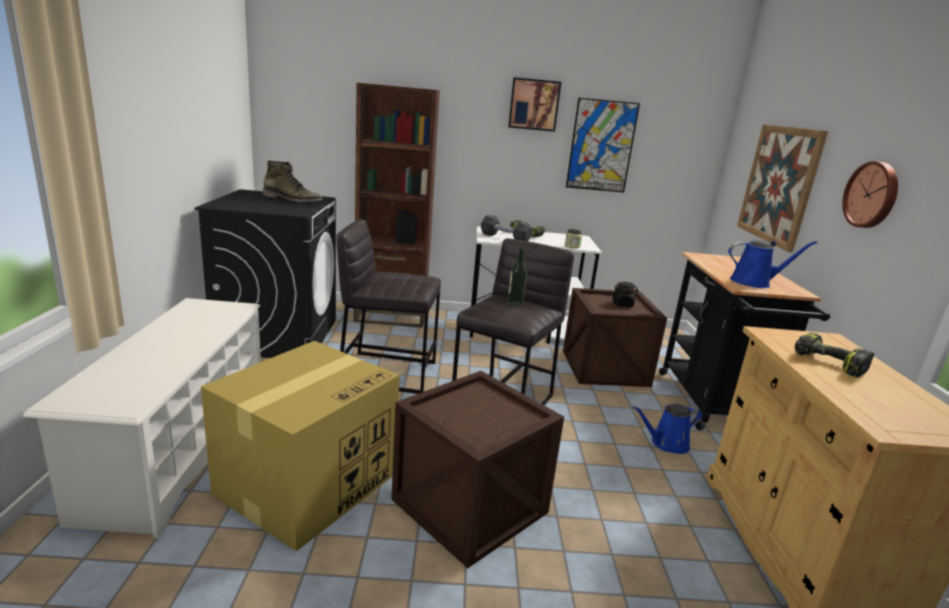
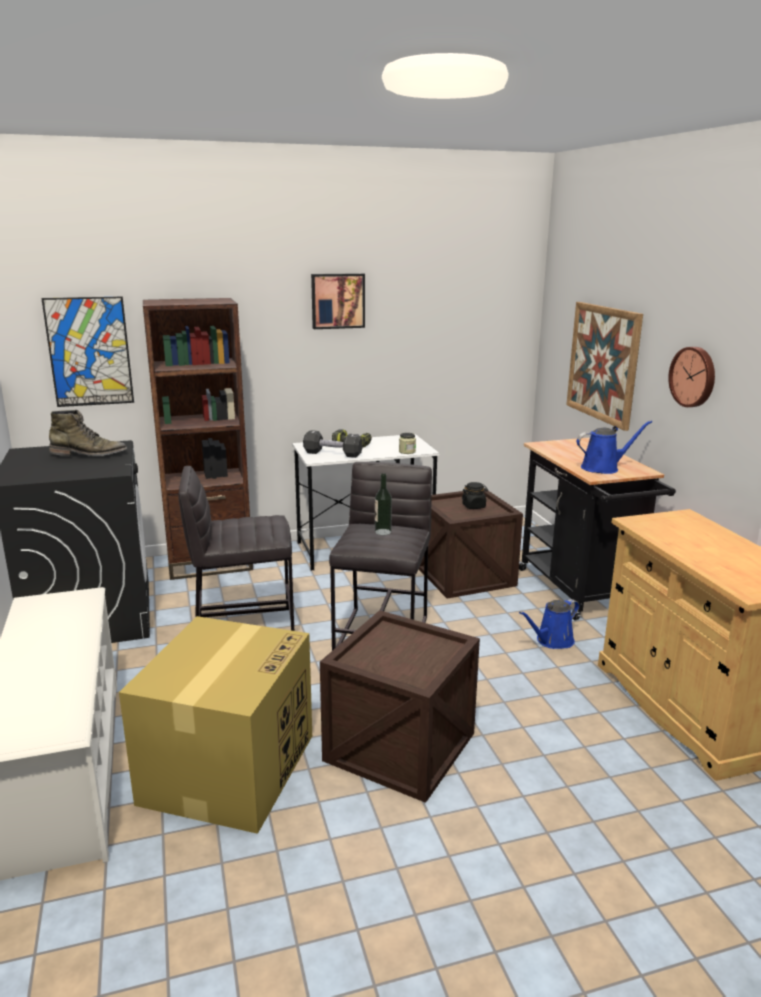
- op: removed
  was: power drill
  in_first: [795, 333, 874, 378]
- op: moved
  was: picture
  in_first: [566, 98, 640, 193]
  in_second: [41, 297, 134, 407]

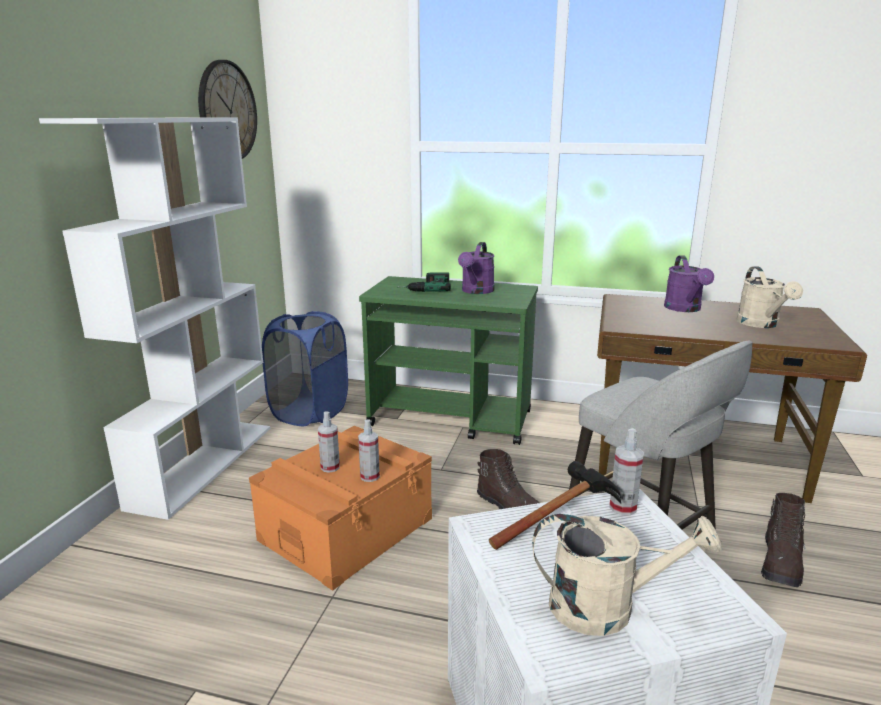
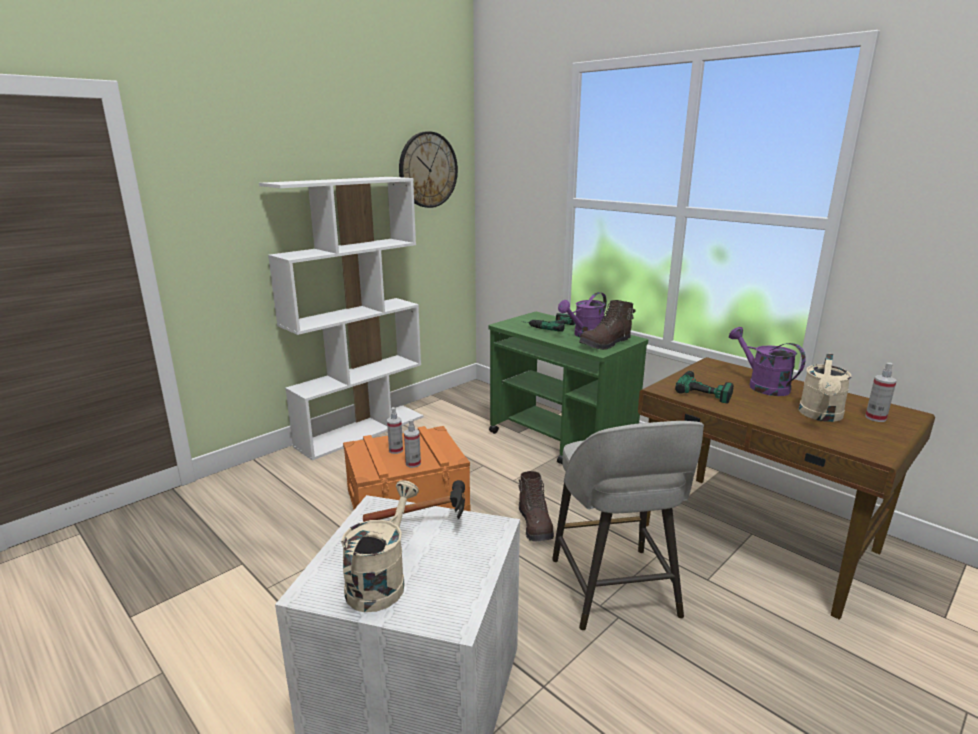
- op: removed
  was: hamper in blue-coloured
  in_first: [262, 311, 348, 426]
- op: added
  now: power drill
  in_second: [675, 371, 734, 403]
- op: moved
  was: sprayer
  in_first: [609, 428, 644, 515]
  in_second: [865, 363, 897, 422]
- op: moved
  was: tall boot in brown
  in_first: [761, 493, 805, 587]
  in_second: [579, 300, 636, 350]
- op: turned
  was: watering can in beige-coloured
  in_first: [532, 514, 722, 636]
  in_second: [341, 480, 419, 612]
  clockwise: -105
- op: turned
  was: watering can in purple-coloured
  in_first: [664, 256, 714, 312]
  in_second: [729, 327, 806, 396]
  clockwise: 120

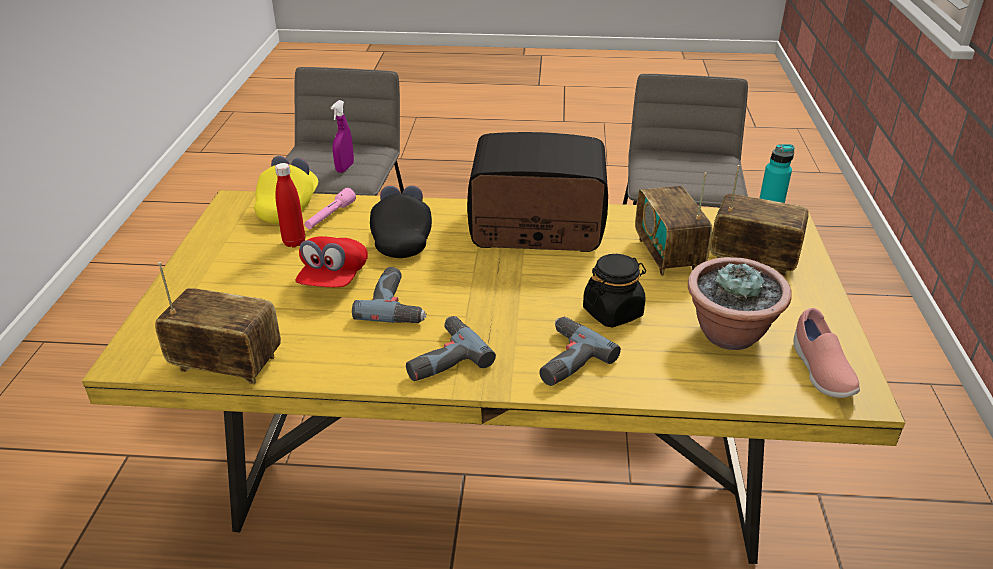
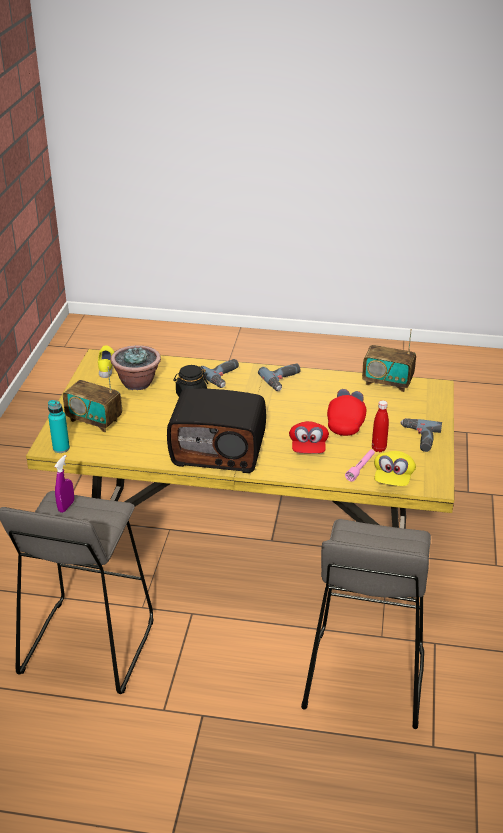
- op: removed
  was: radio set
  in_first: [635, 172, 713, 276]
- op: moved
  was: sprayer in purple-coloured
  in_first: [331, 100, 354, 173]
  in_second: [55, 455, 74, 513]
- op: moved
  was: power drill
  in_first: [352, 267, 427, 323]
  in_second: [400, 418, 442, 452]
- op: recoloured
  was: cap in black-coloured
  now: cap in red-coloured
  in_first: [370, 185, 432, 258]
  in_second: [289, 421, 329, 453]
- op: recoloured
  was: item of footwear in pinkish
  now: item of footwear in yellow-coloured
  in_first: [794, 308, 860, 398]
  in_second: [98, 345, 114, 378]

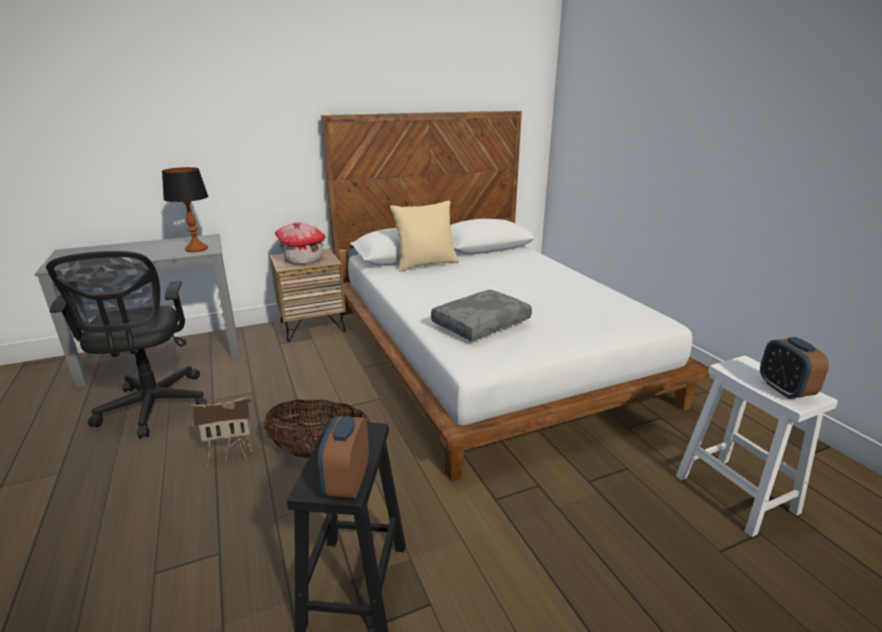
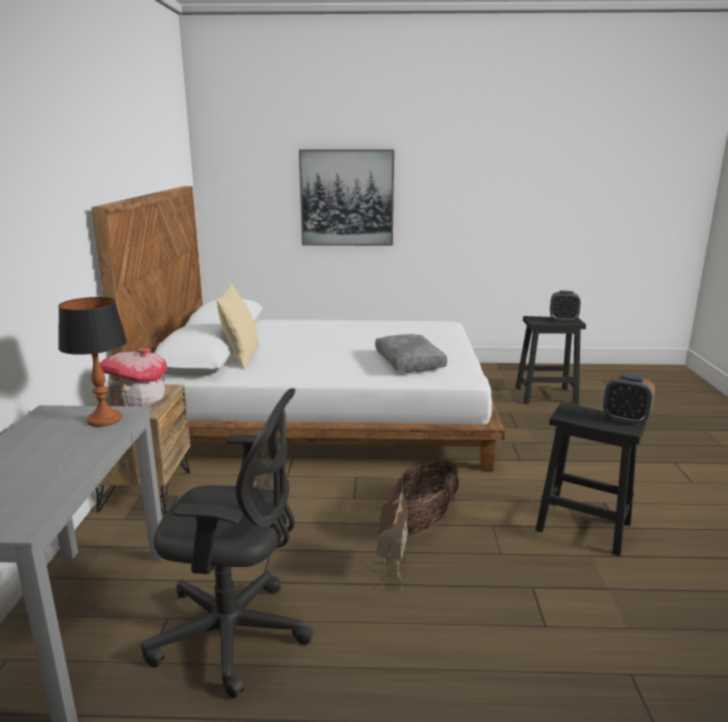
- op: added
  now: picture
  in_second: [299, 150, 394, 246]
- op: recoloured
  was: stool seat in white-coloured
  now: stool seat in black-coloured
  in_first: [676, 356, 838, 537]
  in_second: [515, 316, 586, 404]

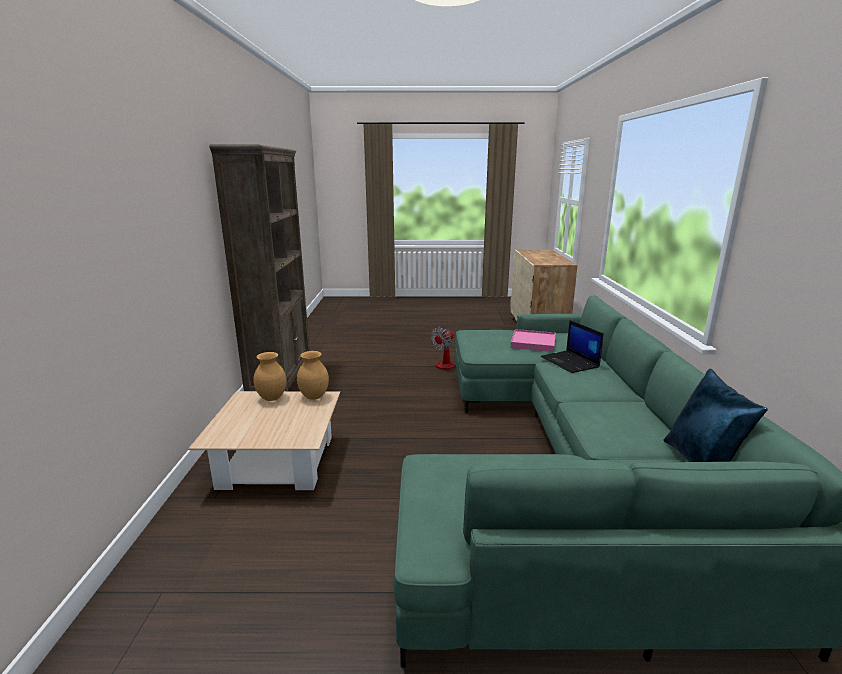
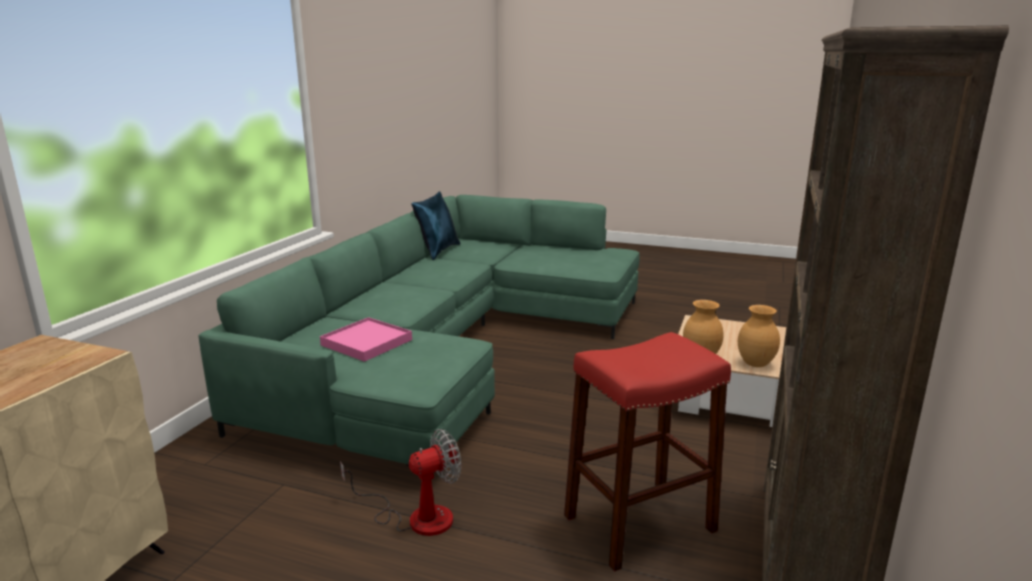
- op: removed
  was: notebook computer
  in_first: [540, 320, 604, 373]
- op: added
  now: stool seat in red-coloured
  in_second: [564, 332, 731, 572]

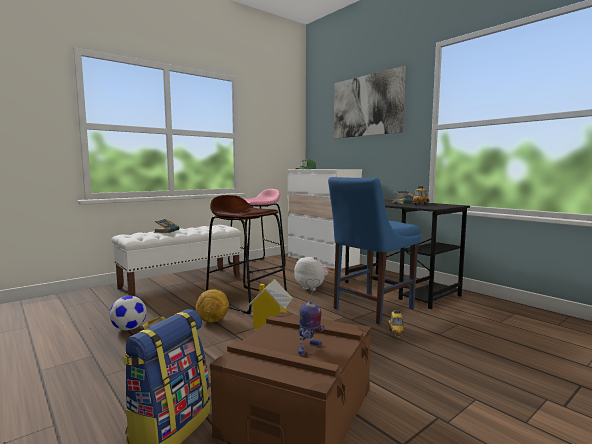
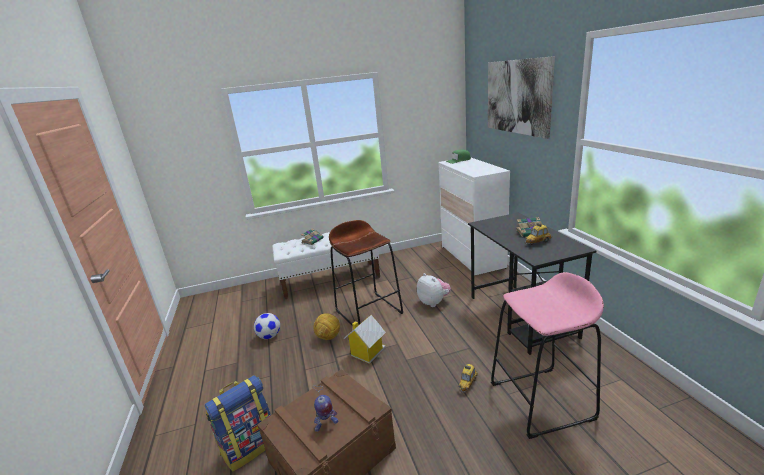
- op: removed
  was: chair in blue-coloured
  in_first: [328, 177, 421, 325]
- op: moved
  was: stool seat in pinkish
  in_first: [228, 189, 286, 273]
  in_second: [491, 272, 604, 439]

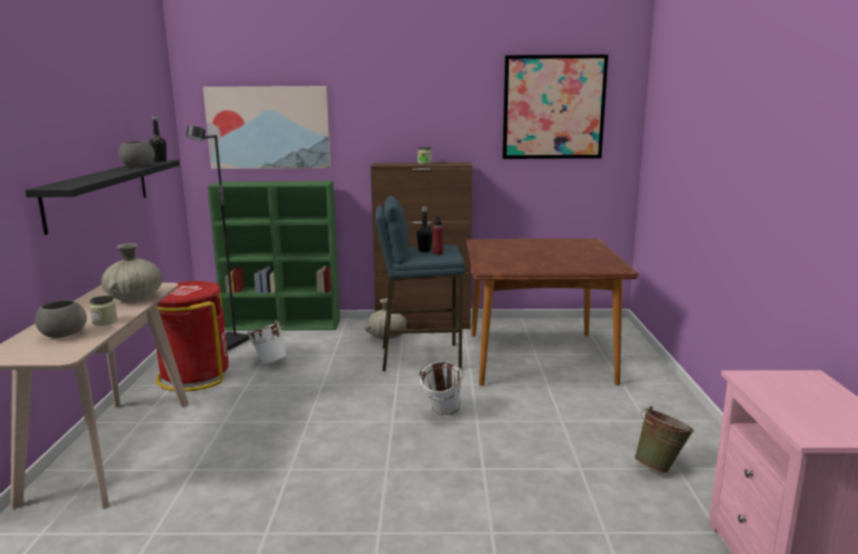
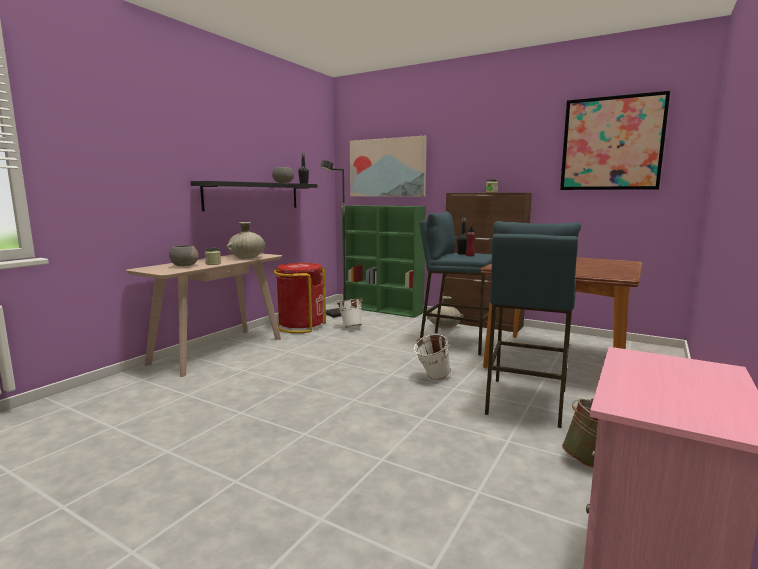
- op: added
  now: stool seat in blue-coloured
  in_second: [485, 221, 581, 428]

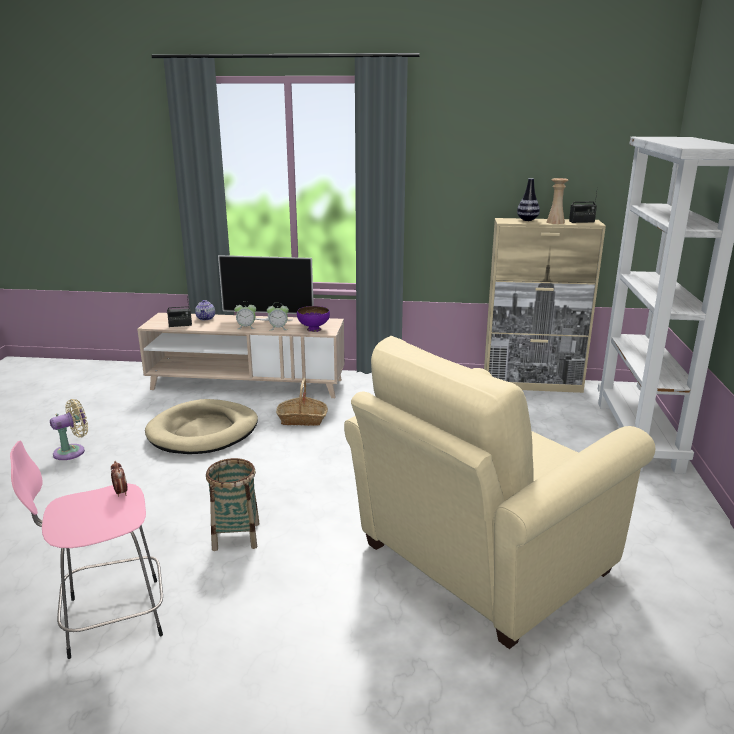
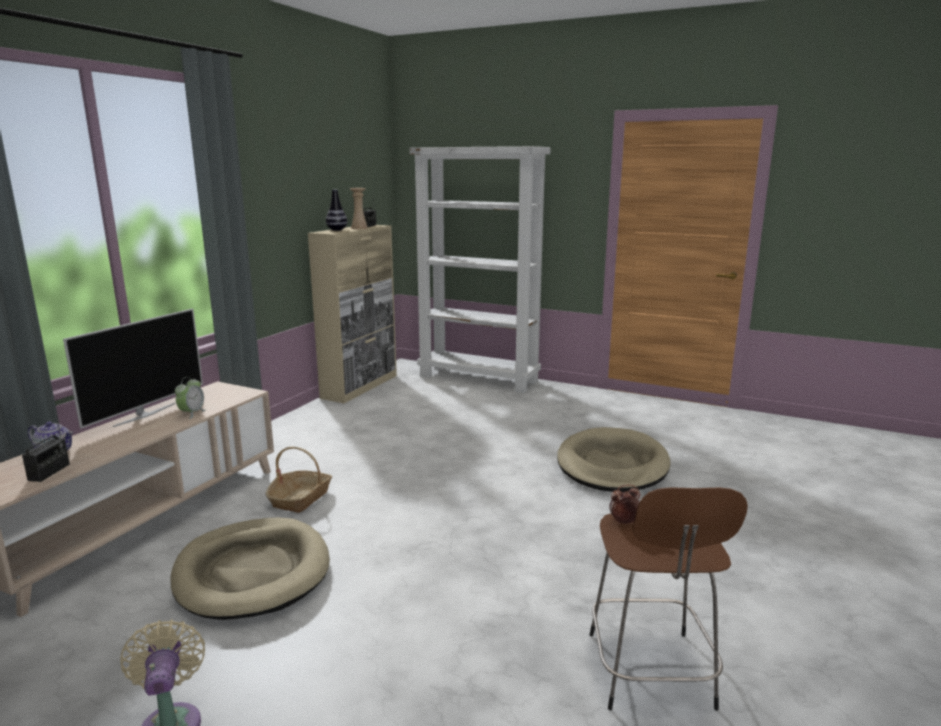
- op: removed
  was: basket
  in_first: [206, 458, 260, 551]
- op: removed
  was: table clock
  in_first: [234, 301, 256, 329]
- op: removed
  was: deep dish in purple-coloured
  in_first: [297, 306, 330, 332]
- op: replaced
  was: easy chair in beige-coloured
  now: dog cushion in beige-coloured
  in_first: [344, 336, 655, 649]
  in_second: [557, 427, 671, 492]
- op: recoloured
  was: stool seat in pinkish
  now: stool seat in brown
  in_first: [10, 441, 163, 659]
  in_second: [590, 487, 748, 710]

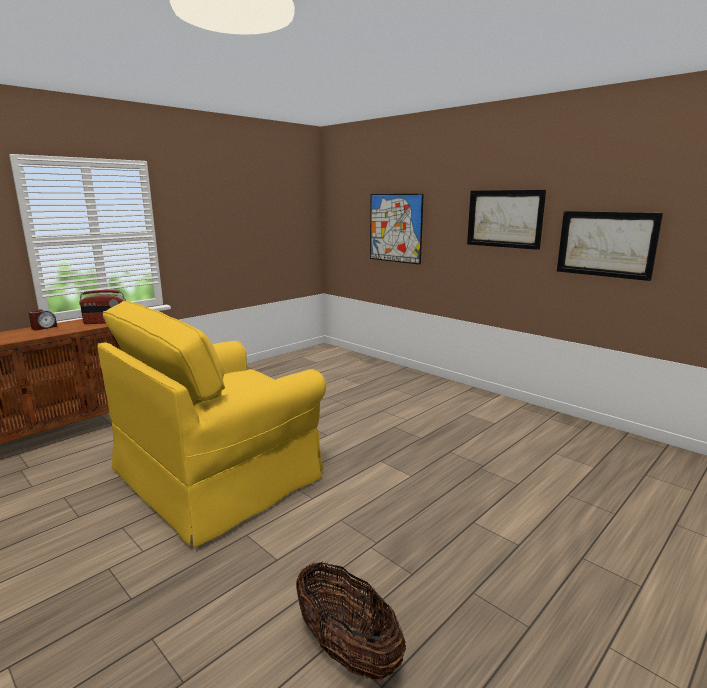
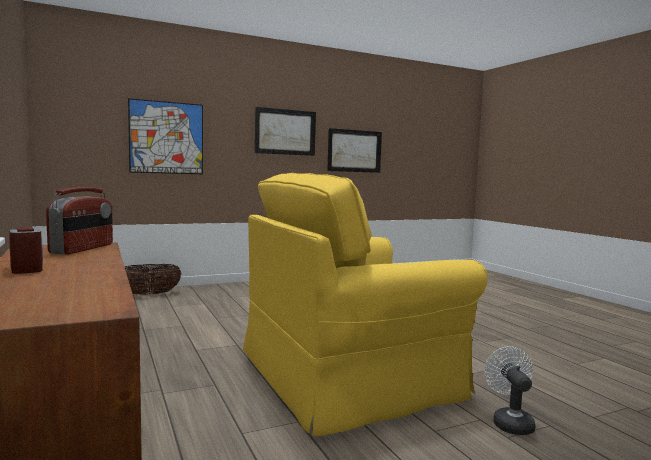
- op: added
  now: fan in white-coloured
  in_second: [484, 346, 536, 435]
- op: moved
  was: basket
  in_first: [296, 562, 406, 681]
  in_second: [125, 264, 182, 295]
- op: turned
  was: easy chair in yellow-coloured
  in_first: [97, 300, 326, 547]
  in_second: [243, 173, 488, 436]
  clockwise: 90

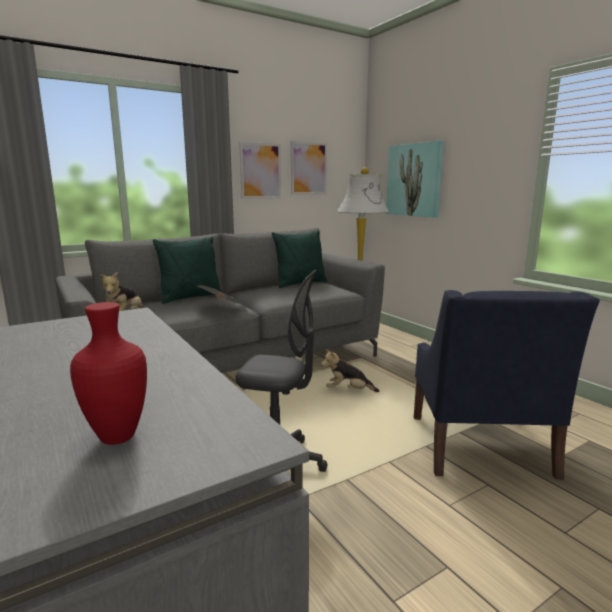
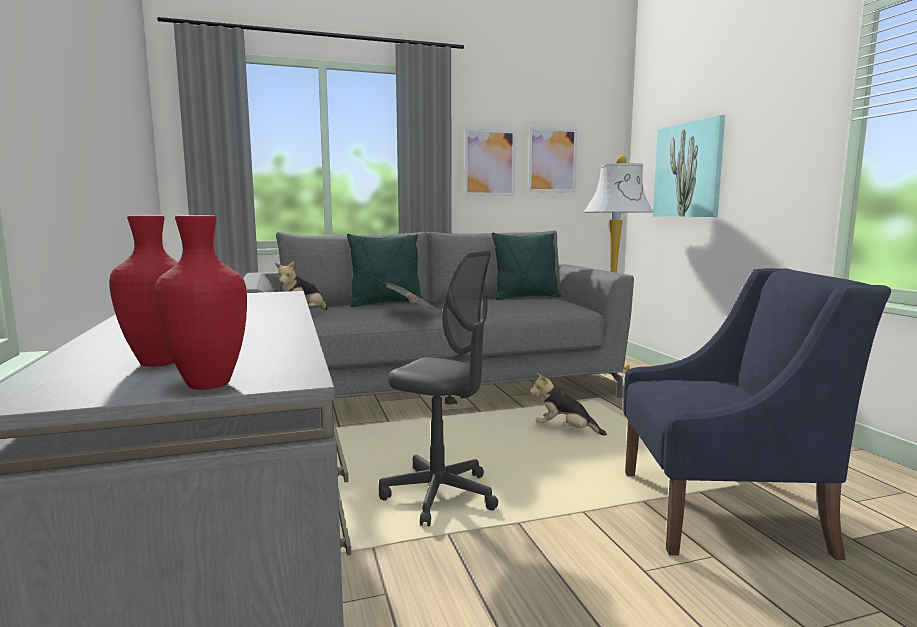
- op: added
  now: flower vase in red-coloured
  in_second: [154, 215, 247, 390]
- op: turned
  was: easy chair in blue-coloured
  in_first: [414, 290, 600, 480]
  in_second: [623, 268, 891, 560]
  clockwise: -105

